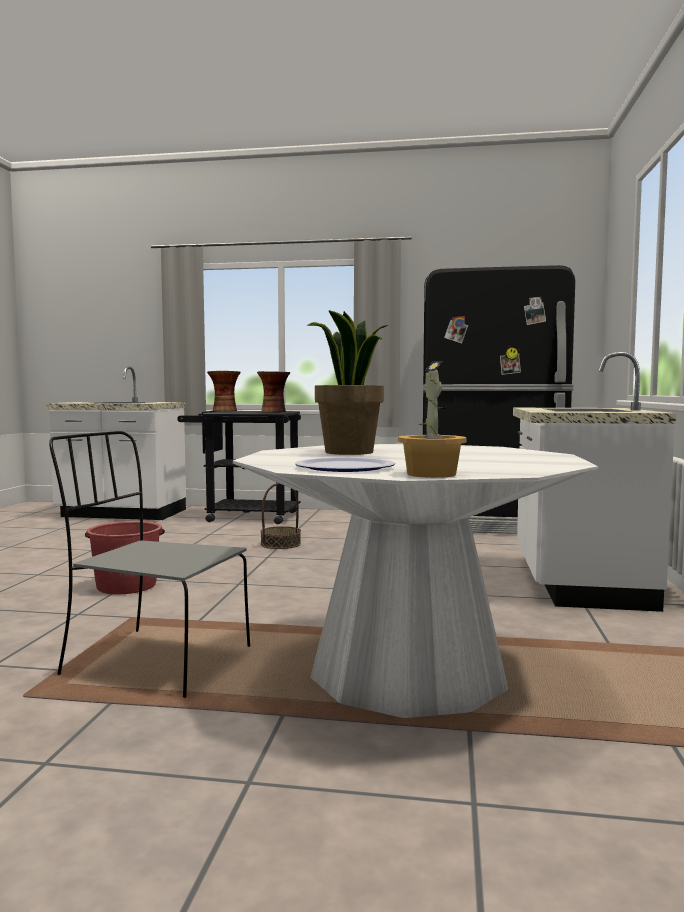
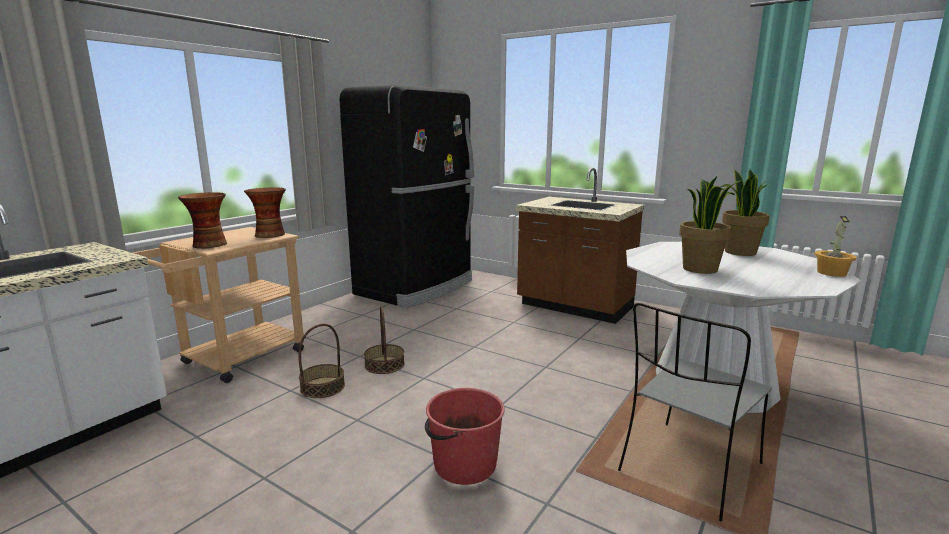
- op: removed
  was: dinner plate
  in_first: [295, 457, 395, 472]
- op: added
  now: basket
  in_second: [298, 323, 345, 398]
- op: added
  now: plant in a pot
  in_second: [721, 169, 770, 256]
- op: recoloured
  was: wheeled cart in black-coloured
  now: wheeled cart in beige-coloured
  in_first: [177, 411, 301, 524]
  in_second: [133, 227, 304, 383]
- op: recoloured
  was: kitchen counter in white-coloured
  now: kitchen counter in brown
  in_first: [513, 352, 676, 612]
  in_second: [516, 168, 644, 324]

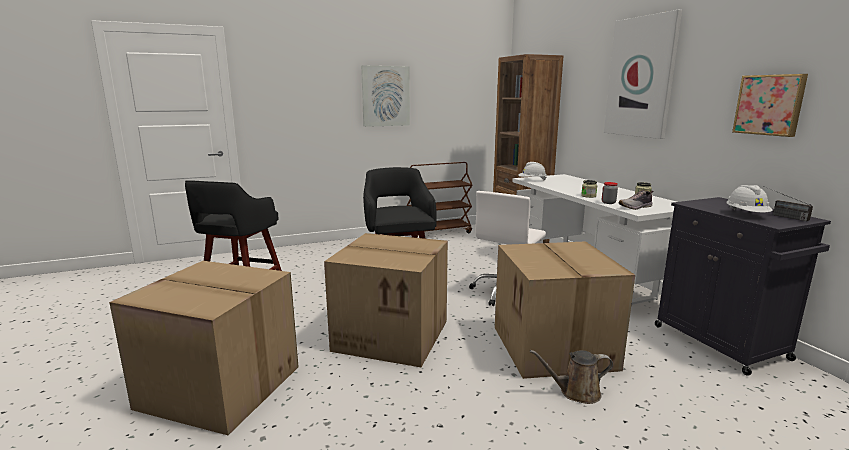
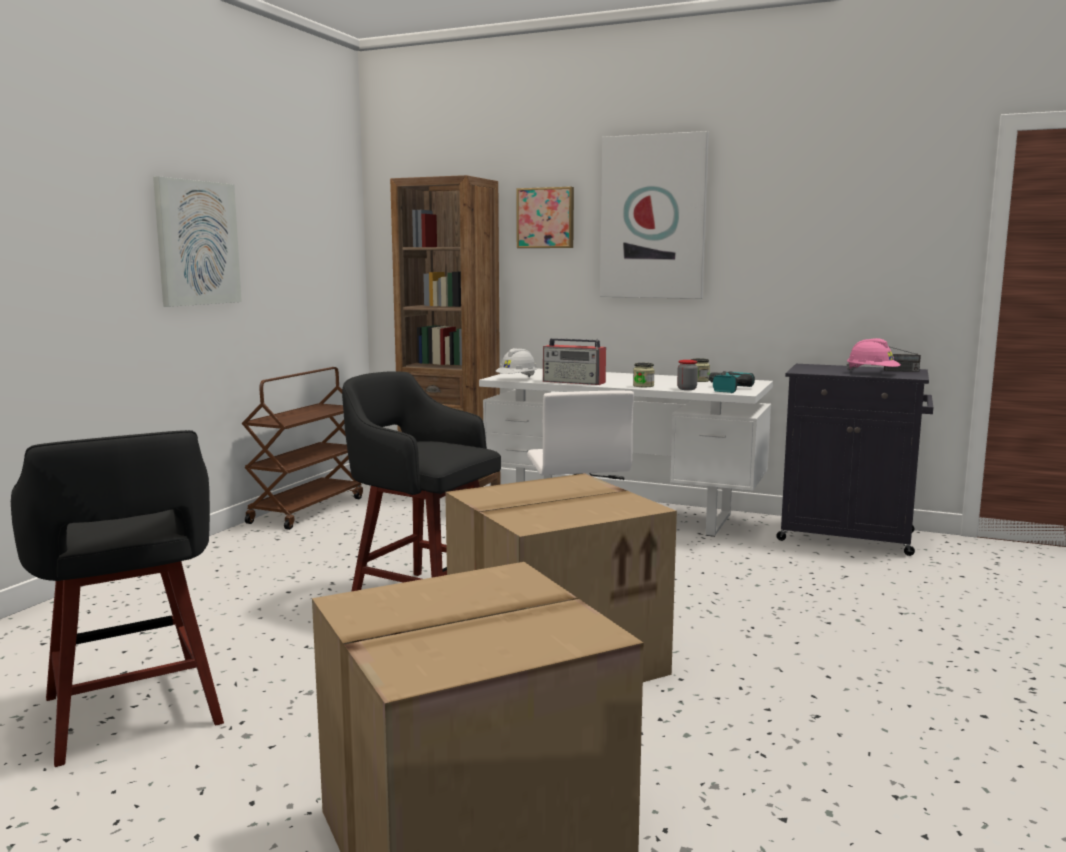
- op: removed
  was: carton
  in_first: [495, 241, 635, 379]
- op: removed
  was: watering can in brown
  in_first: [530, 350, 613, 404]
- op: added
  now: radio set
  in_second: [543, 338, 606, 385]
- op: moved
  was: picture
  in_first: [732, 74, 808, 137]
  in_second: [516, 187, 574, 248]
- op: replaced
  was: item of footwear
  now: power drill
  in_first: [619, 190, 653, 210]
  in_second: [705, 371, 755, 393]
- op: recoloured
  was: hard hat in white-coloured
  now: hard hat in pinkish
  in_first: [726, 185, 773, 213]
  in_second: [846, 338, 901, 371]

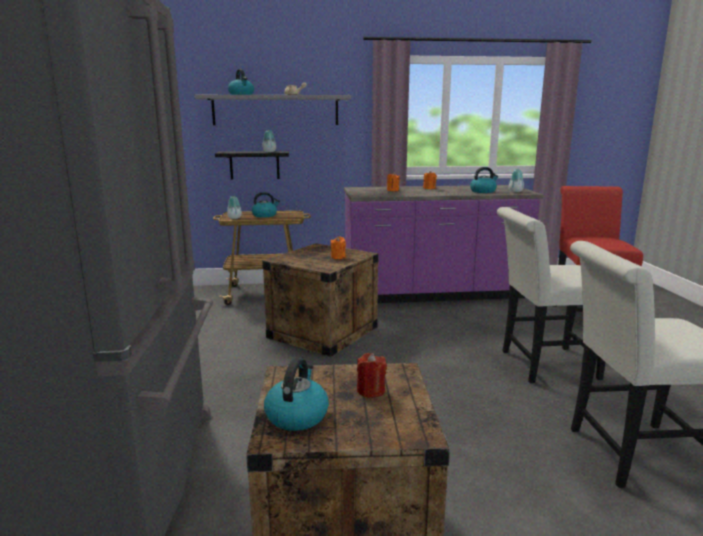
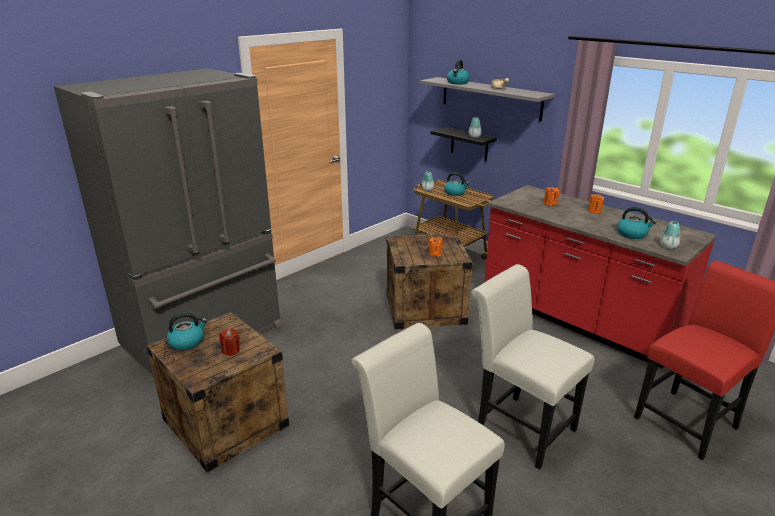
- op: recoloured
  was: kitchen counter in purple-coloured
  now: kitchen counter in red-coloured
  in_first: [344, 185, 543, 303]
  in_second: [484, 185, 717, 369]

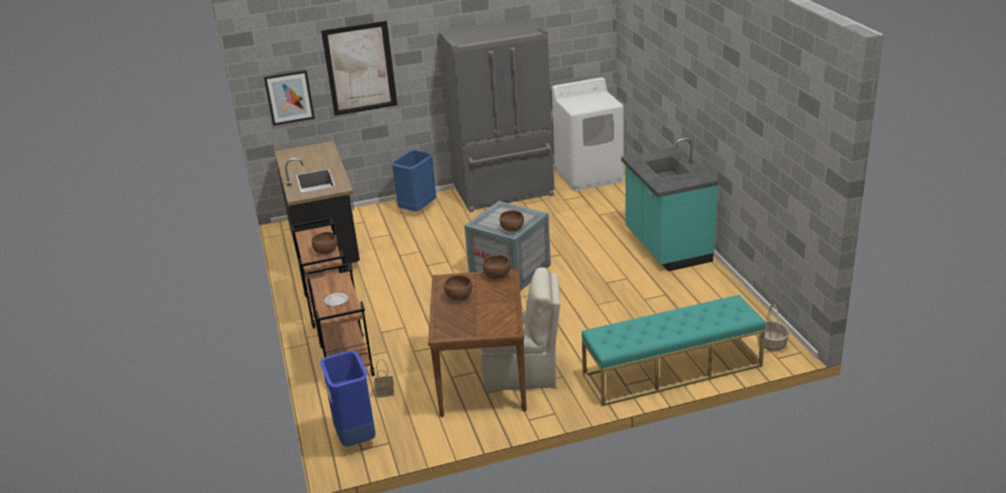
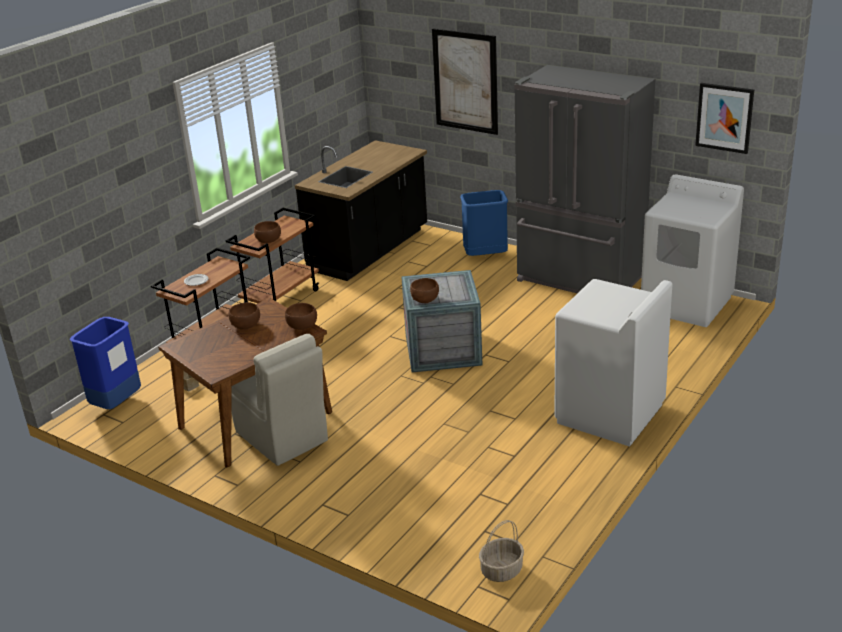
- op: removed
  was: bench in turquoise-coloured
  in_first: [582, 295, 766, 406]
- op: moved
  was: picture
  in_first: [264, 70, 315, 126]
  in_second: [695, 83, 754, 154]
- op: replaced
  was: kitchen counter in turquoise-coloured
  now: washing machine in white-coloured
  in_first: [621, 138, 718, 271]
  in_second: [554, 279, 672, 447]

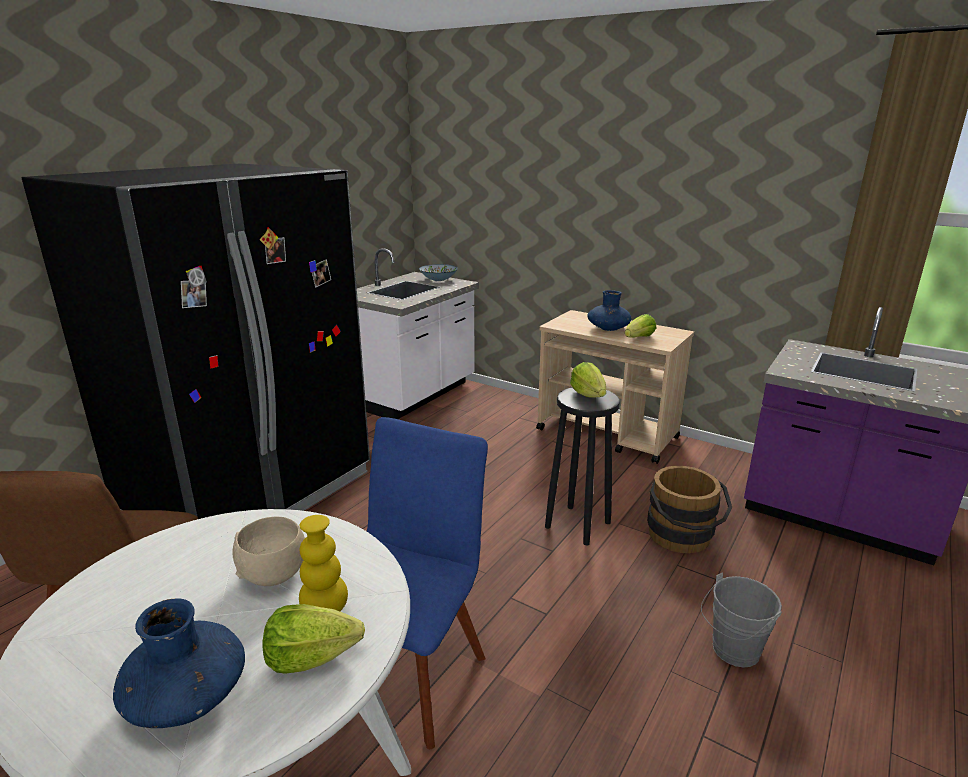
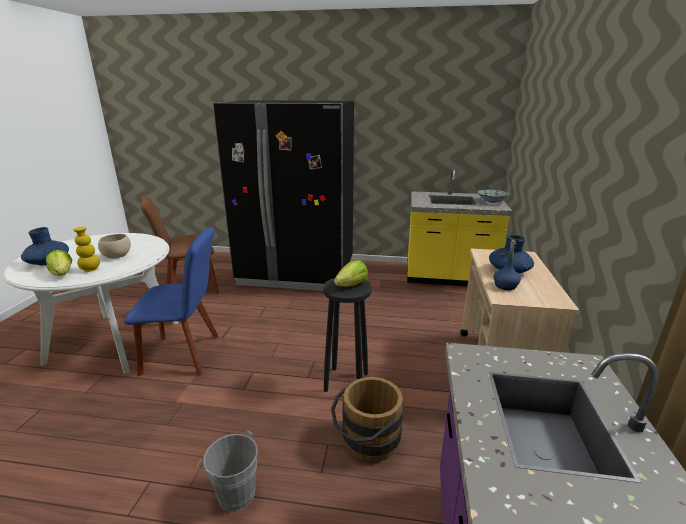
- op: replaced
  was: lettuce
  now: beverage bottle in blue-coloured
  in_first: [625, 314, 656, 338]
  in_second: [493, 240, 521, 290]
- op: recoloured
  was: kitchen counter in white-coloured
  now: kitchen counter in yellow-coloured
  in_first: [357, 248, 479, 419]
  in_second: [407, 168, 512, 286]

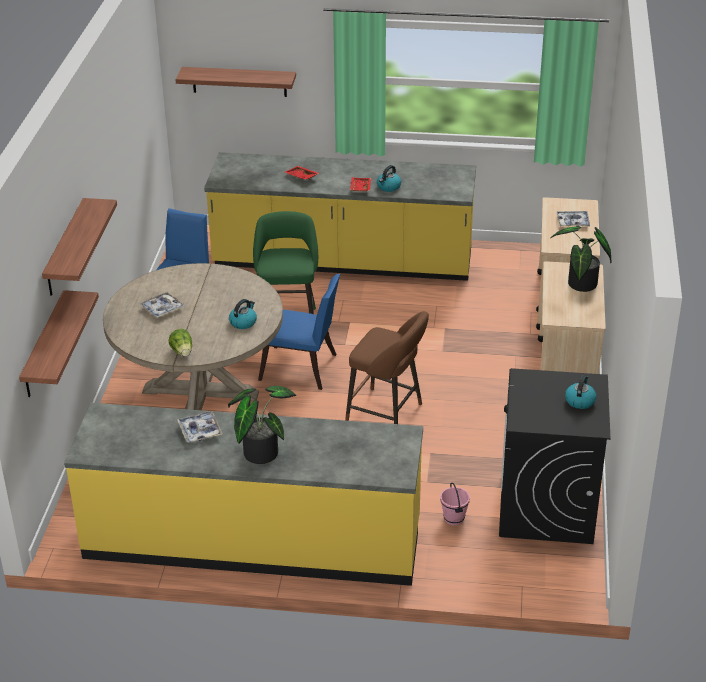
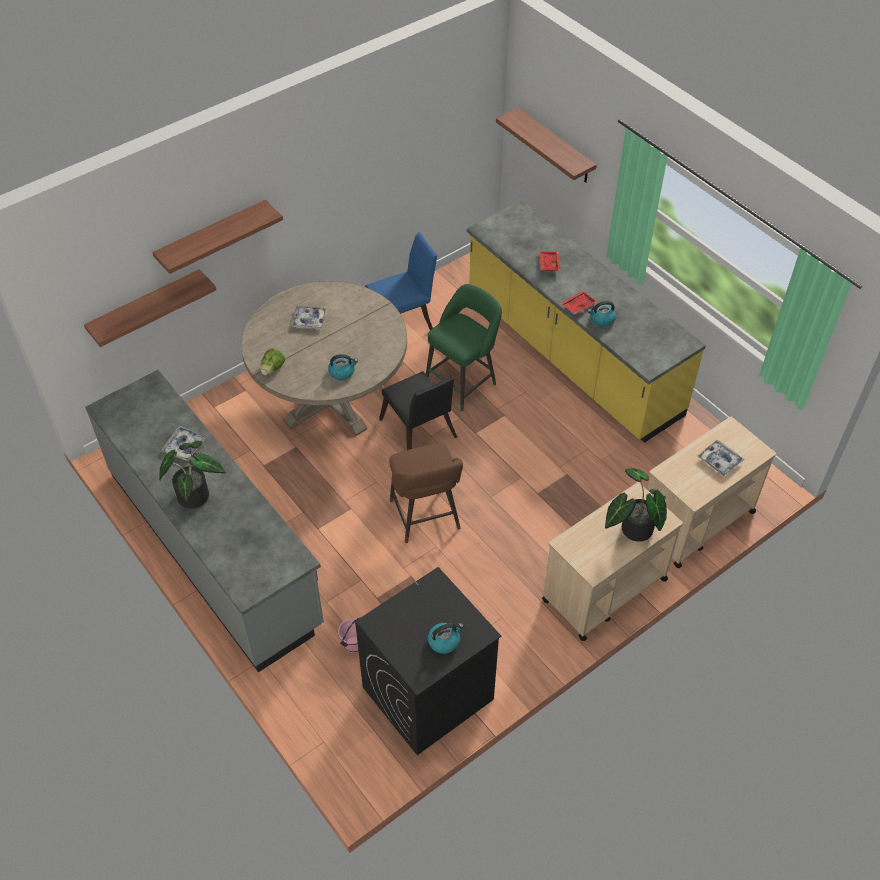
- op: recoloured
  was: kitchen counter in yellow-coloured
  now: kitchen counter in grey
  in_first: [64, 403, 423, 586]
  in_second: [85, 370, 324, 672]
- op: recoloured
  was: chair in blue-coloured
  now: chair in black-coloured
  in_first: [258, 274, 340, 390]
  in_second: [379, 371, 457, 450]

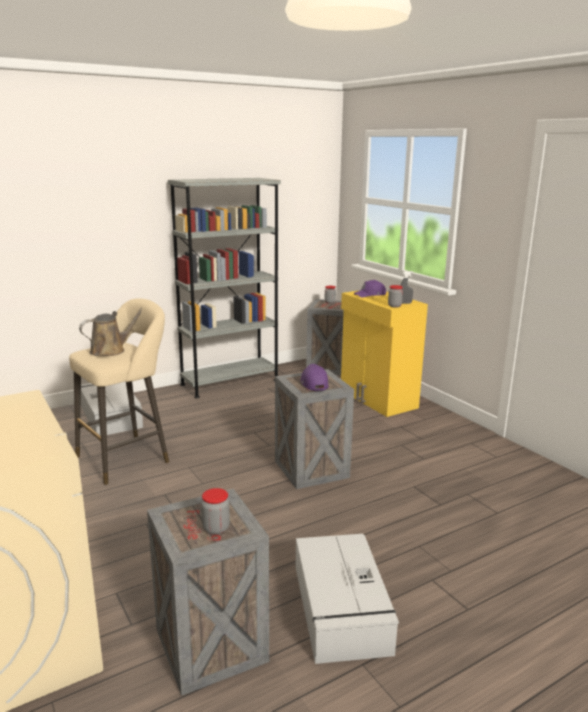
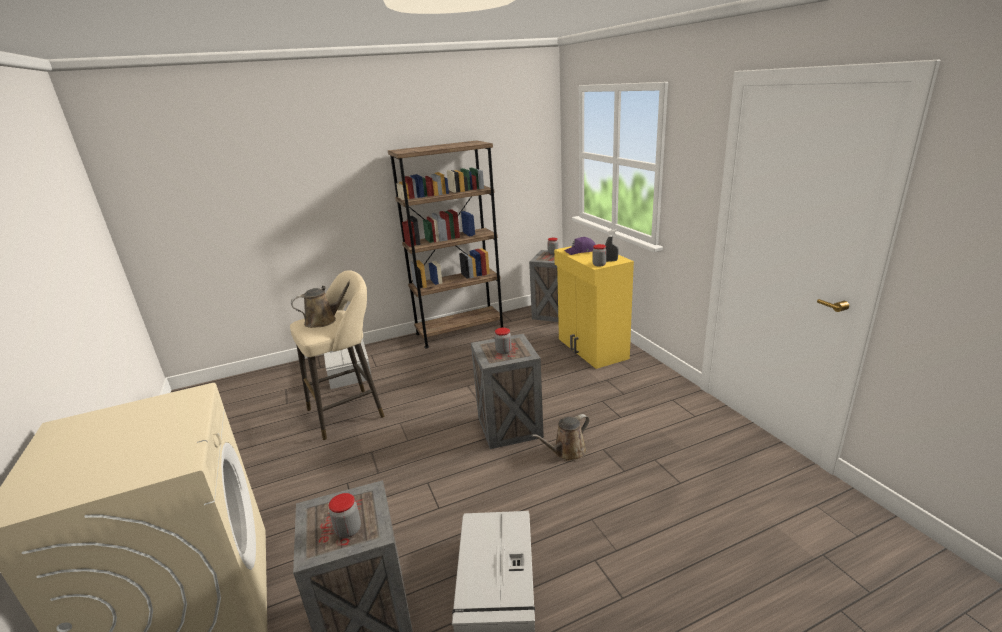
- op: added
  now: watering can in brown
  in_second: [531, 414, 589, 461]
- op: replaced
  was: cap in purple-coloured
  now: storage jar
  in_first: [300, 364, 329, 391]
  in_second: [494, 328, 512, 354]
- op: recoloured
  was: shelving unit in grey
  now: shelving unit in brown
  in_first: [168, 178, 281, 398]
  in_second: [388, 141, 504, 348]

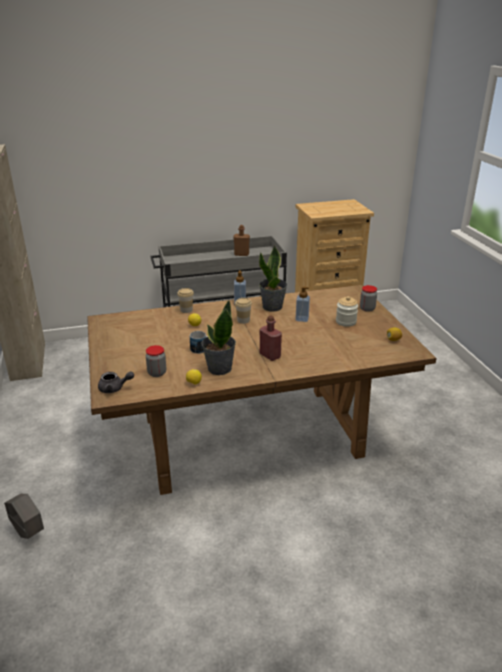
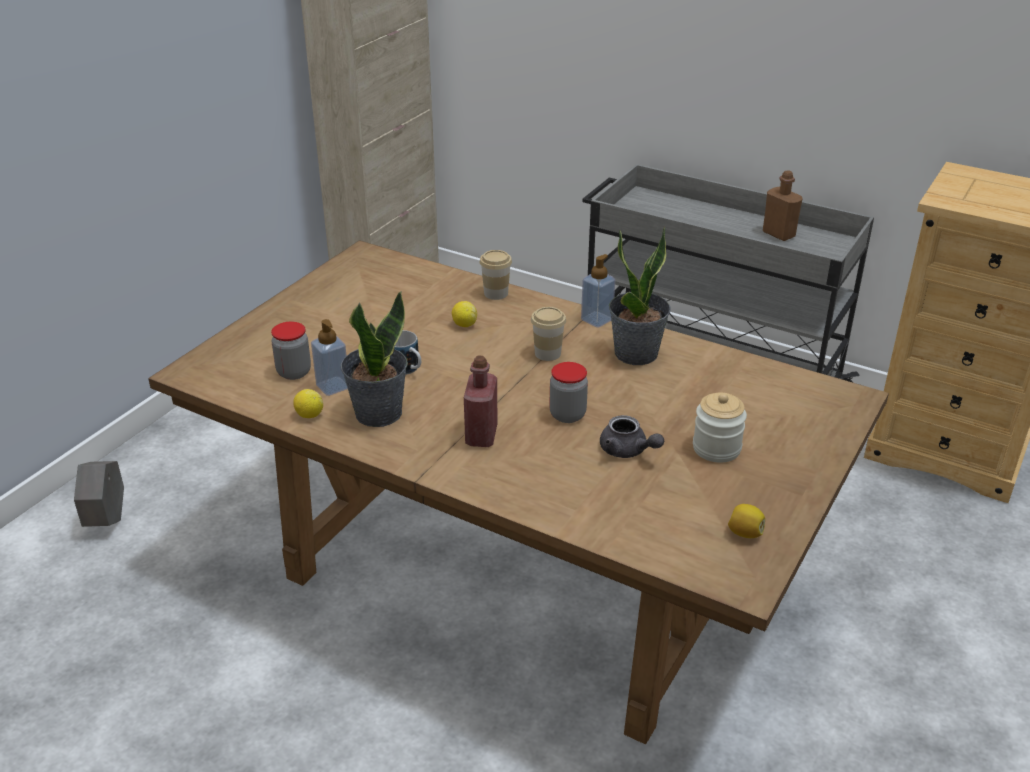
- op: moved
  was: tea pot in grey
  in_first: [98, 371, 134, 393]
  in_second: [600, 415, 664, 458]
- op: moved
  was: liquid soap bottle
  in_first: [295, 287, 310, 322]
  in_second: [311, 319, 348, 396]
- op: moved
  was: storage jar
  in_first: [360, 285, 377, 312]
  in_second: [549, 362, 588, 423]

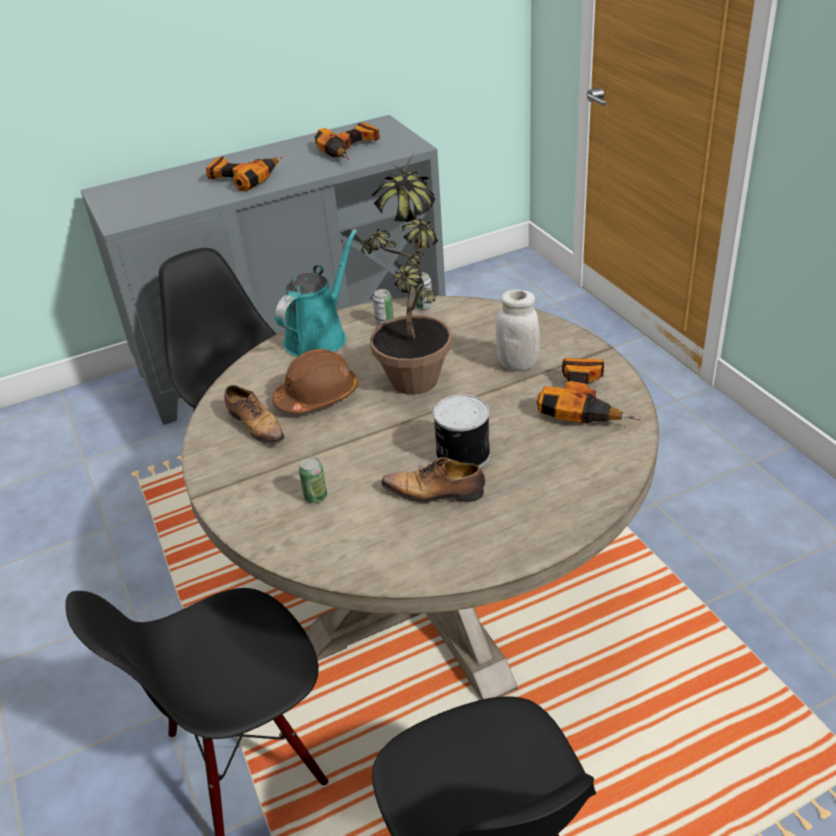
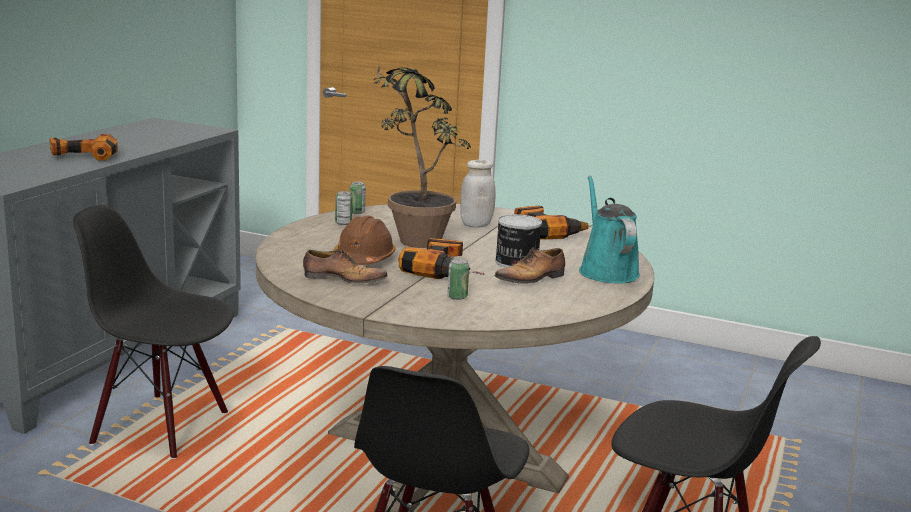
- op: moved
  was: watering can in turquoise-coloured
  in_first: [275, 229, 357, 357]
  in_second: [579, 176, 640, 284]
- op: moved
  was: power drill
  in_first: [315, 122, 380, 159]
  in_second: [398, 238, 484, 279]

